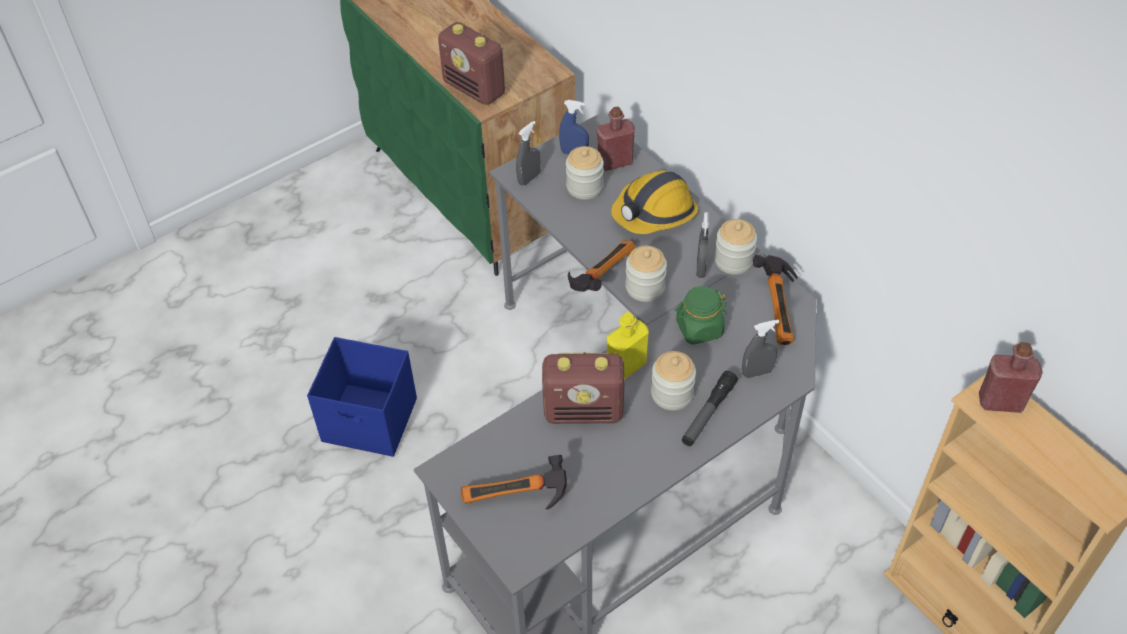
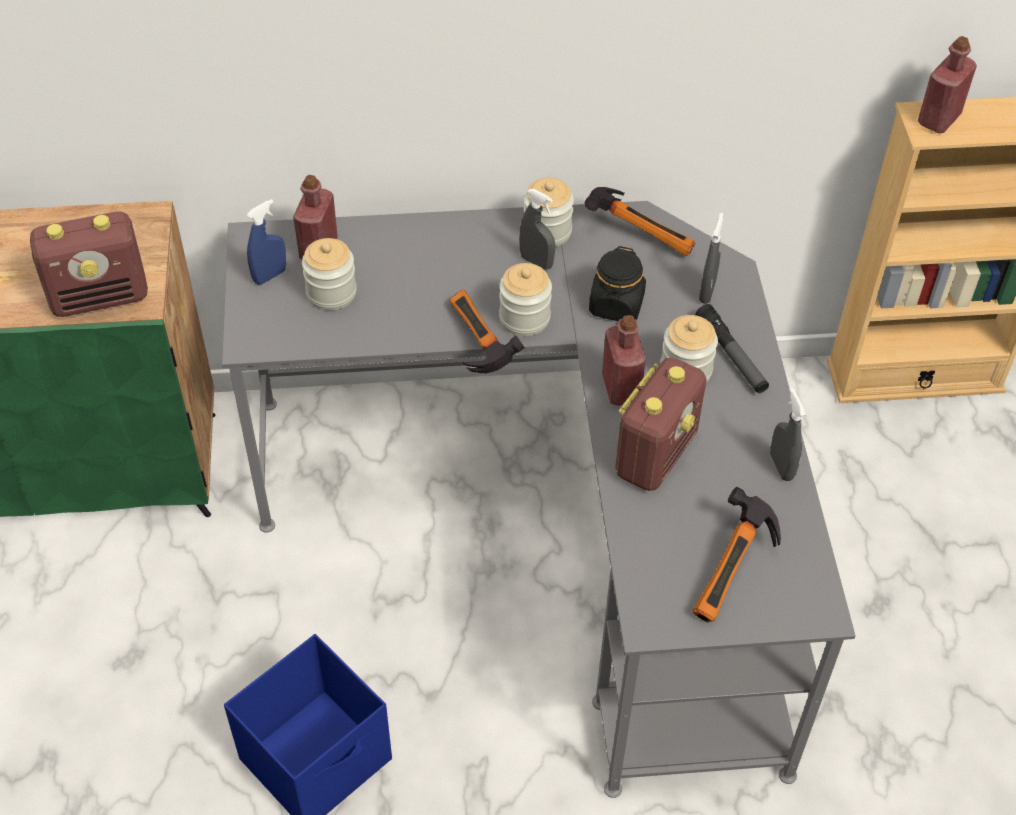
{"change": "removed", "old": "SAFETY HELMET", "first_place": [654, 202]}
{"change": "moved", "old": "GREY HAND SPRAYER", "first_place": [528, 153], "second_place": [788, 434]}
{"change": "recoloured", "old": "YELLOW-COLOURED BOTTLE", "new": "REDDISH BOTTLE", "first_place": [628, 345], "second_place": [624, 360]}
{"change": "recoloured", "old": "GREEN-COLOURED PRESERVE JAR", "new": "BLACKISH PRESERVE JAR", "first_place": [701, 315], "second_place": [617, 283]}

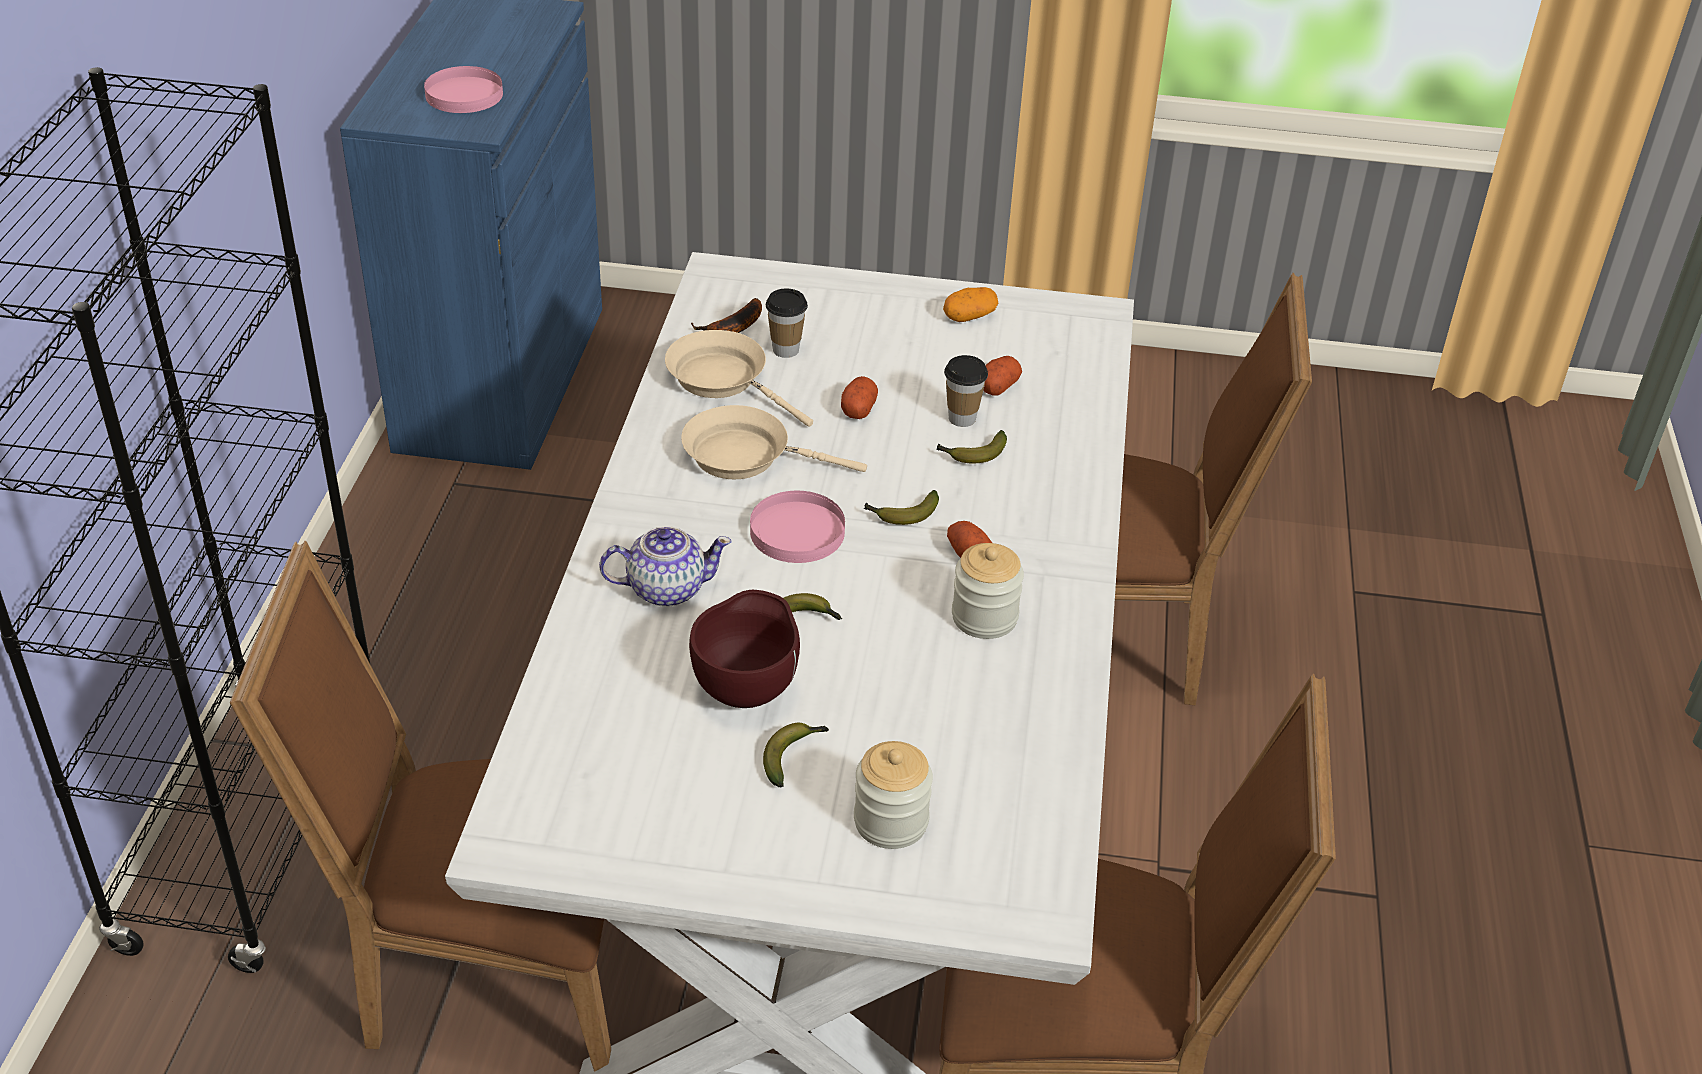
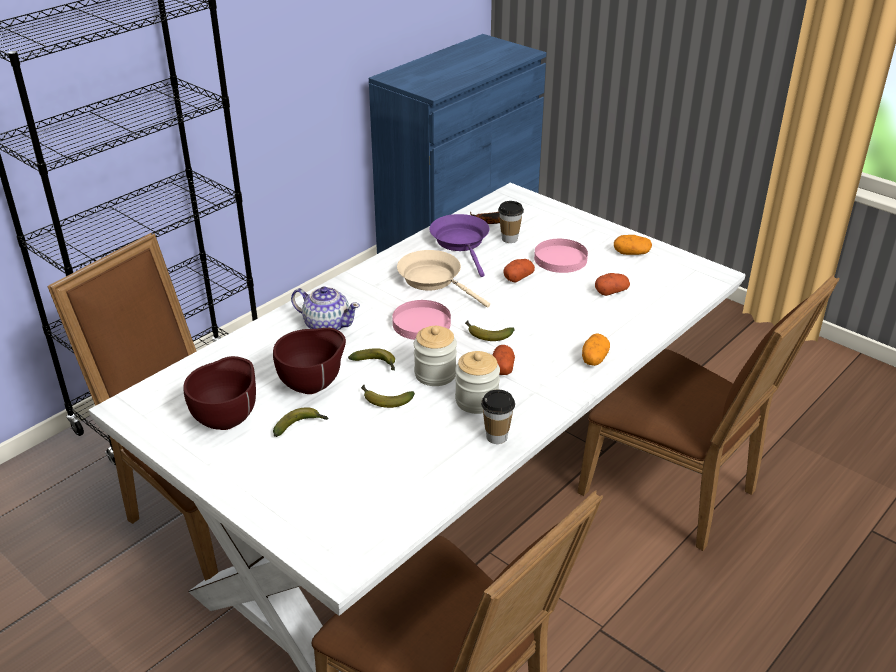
{"change": "added", "new": "BROWN-COLOURED BOWL", "second_place": [220, 393]}
{"change": "added", "new": "POTATO", "second_place": [596, 349]}
{"change": "moved", "old": "PINK-COLOURED PLATE", "first_place": [463, 89], "second_place": [561, 256]}
{"change": "moved", "old": "PRESERVE JAR", "first_place": [893, 795], "second_place": [435, 356]}
{"change": "moved", "old": "WHOLE BANANA", "first_place": [971, 446], "second_place": [388, 396]}
{"change": "moved", "old": "SMALL CUP", "first_place": [966, 391], "second_place": [498, 417]}
{"change": "recoloured", "old": "SAND-COLOURED FRYING PAN", "new": "PURPLE-COLOURED FRYING PAN", "first_place": [739, 378], "second_place": [459, 245]}

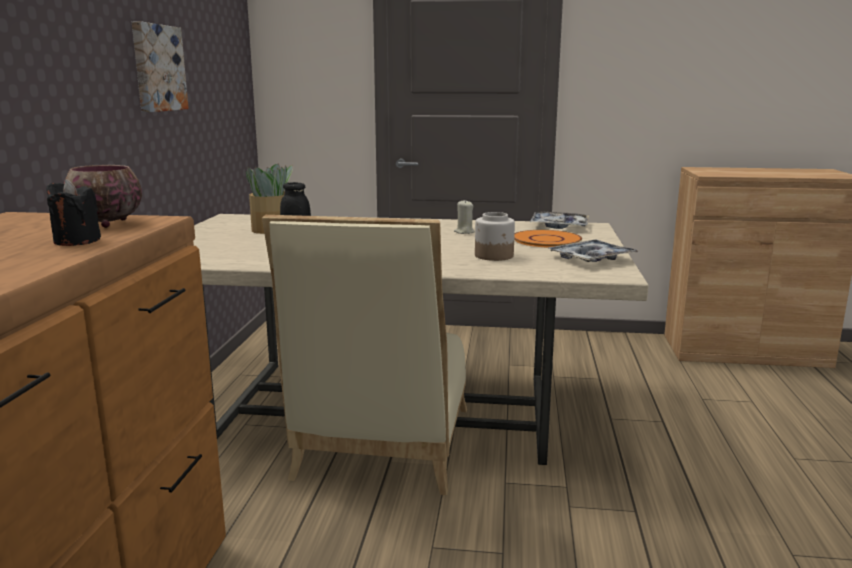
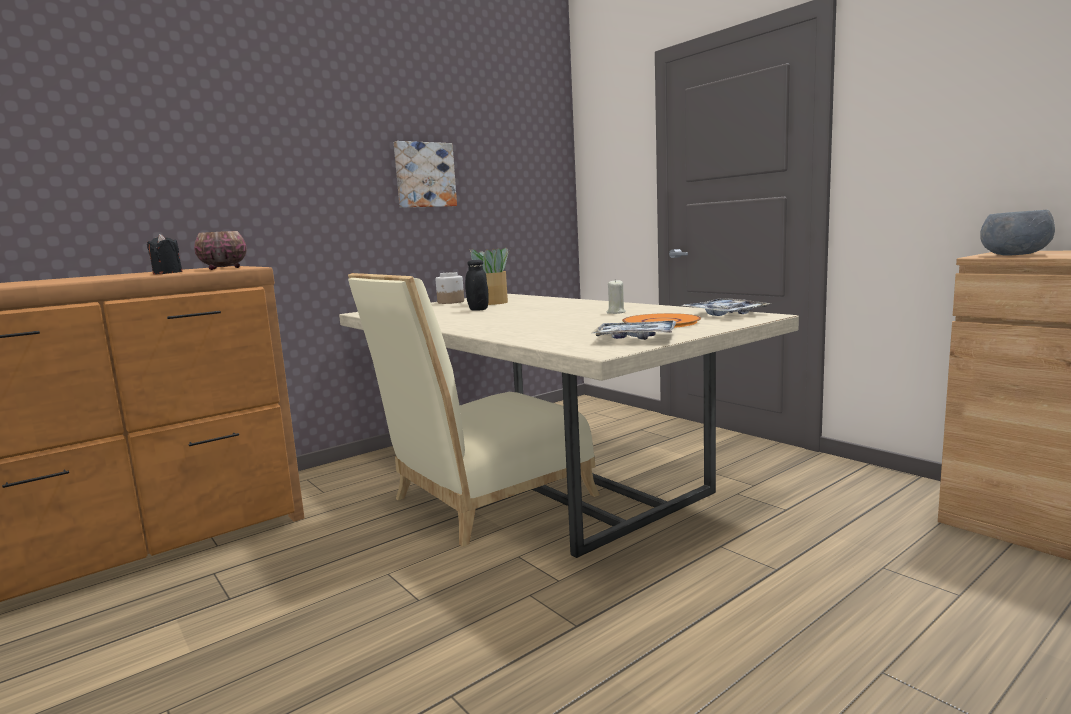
{"change": "added", "new": "GREY BOWL", "second_place": [1017, 233]}
{"change": "moved", "old": "PRESERVE JAR", "first_place": [495, 236], "second_place": [450, 288]}

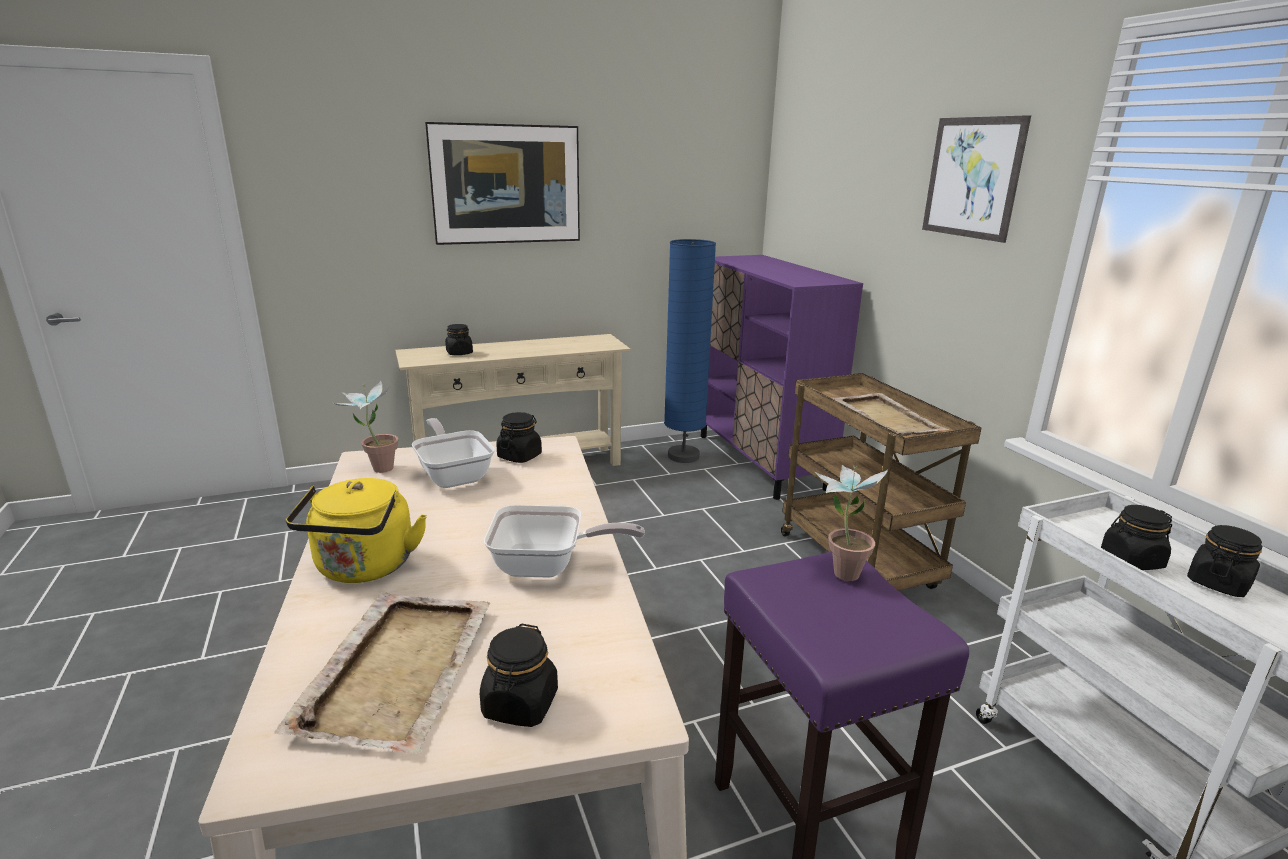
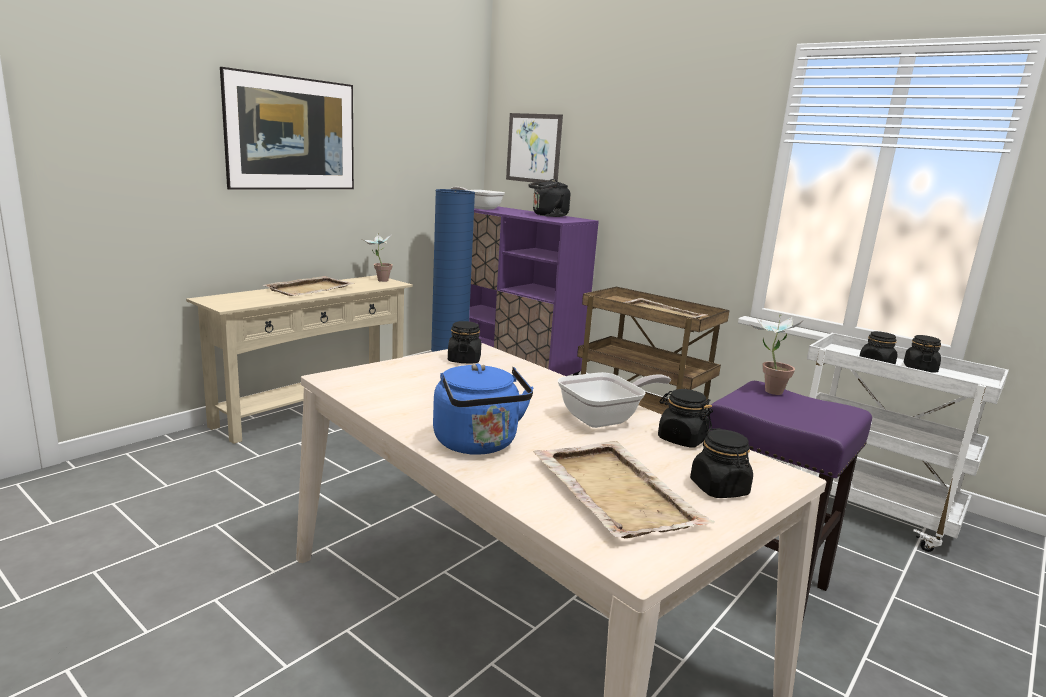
{"change": "added", "new": "SAND-COLOURED CARRYING TRAY", "second_place": [309, 286]}
{"change": "added", "new": "BLACKISH KETTLE", "second_place": [549, 198]}
{"change": "moved", "old": "HOUSEPLANT", "first_place": [365, 426], "second_place": [378, 257]}
{"change": "moved", "old": "FRYING PAN", "first_place": [453, 453], "second_place": [478, 198]}
{"change": "moved", "old": "BLACKISH PRESERVE JAR", "first_place": [459, 339], "second_place": [685, 418]}
{"change": "moved", "old": "WALL PICTURE", "first_place": [976, 179], "second_place": [534, 148]}
{"change": "recoloured", "old": "YELLOW-COLOURED KETTLE", "new": "BLUE-COLOURED KETTLE", "first_place": [356, 530], "second_place": [483, 409]}

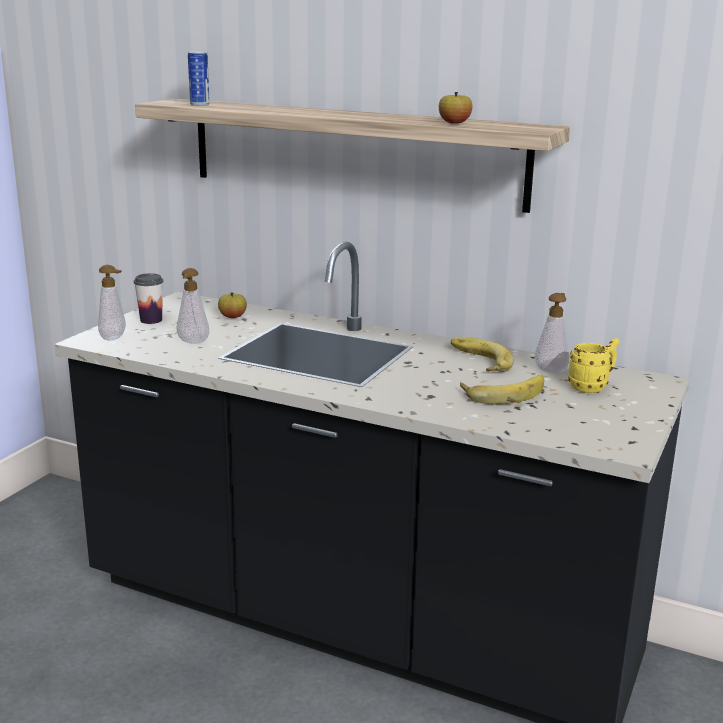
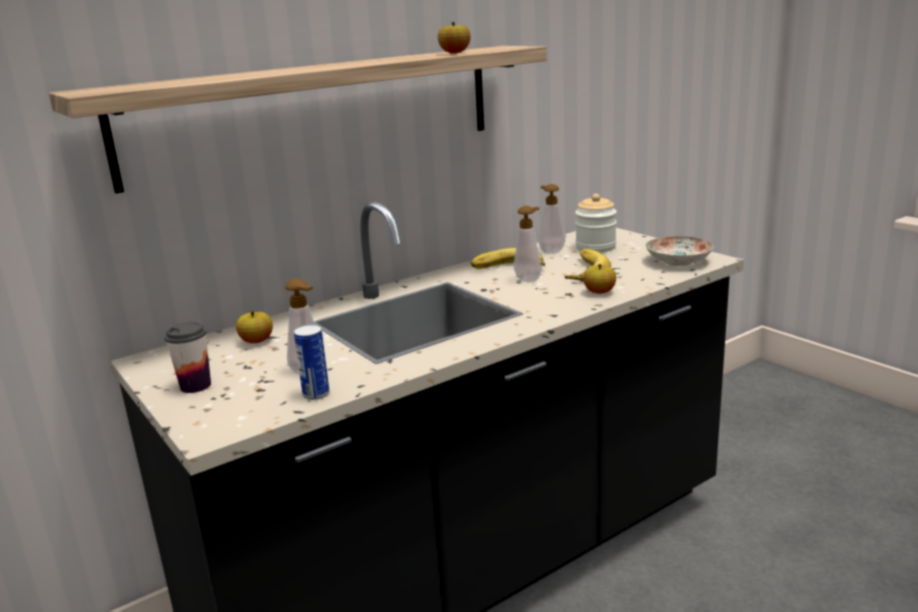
{"change": "added", "new": "APPLE FRUIT", "second_place": [599, 279]}
{"change": "added", "new": "PLATE", "second_place": [680, 251]}
{"change": "moved", "old": "SOAP BOTTLE", "first_place": [112, 303], "second_place": [527, 244]}
{"change": "moved", "old": "CAN", "first_place": [199, 79], "second_place": [312, 362]}
{"change": "replaced", "old": "YELLOW-COLOURED COFFEE MUG", "new": "PRESERVE JAR", "first_place": [593, 365], "second_place": [596, 223]}

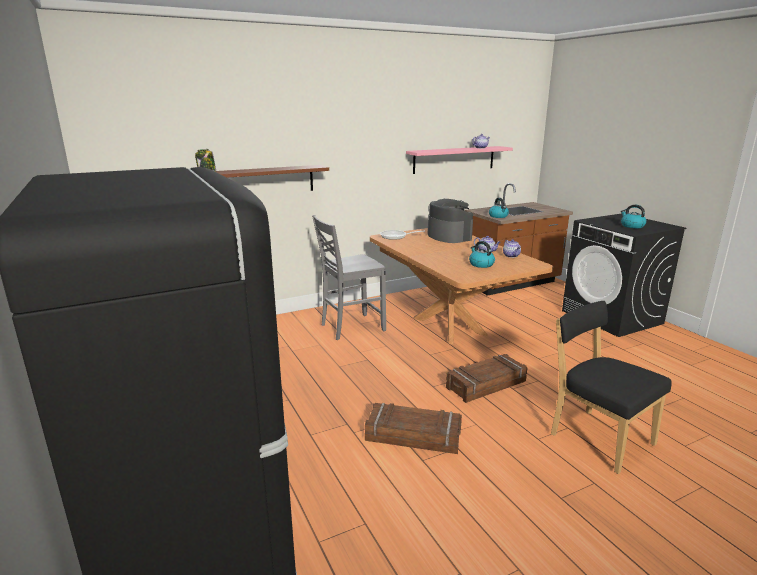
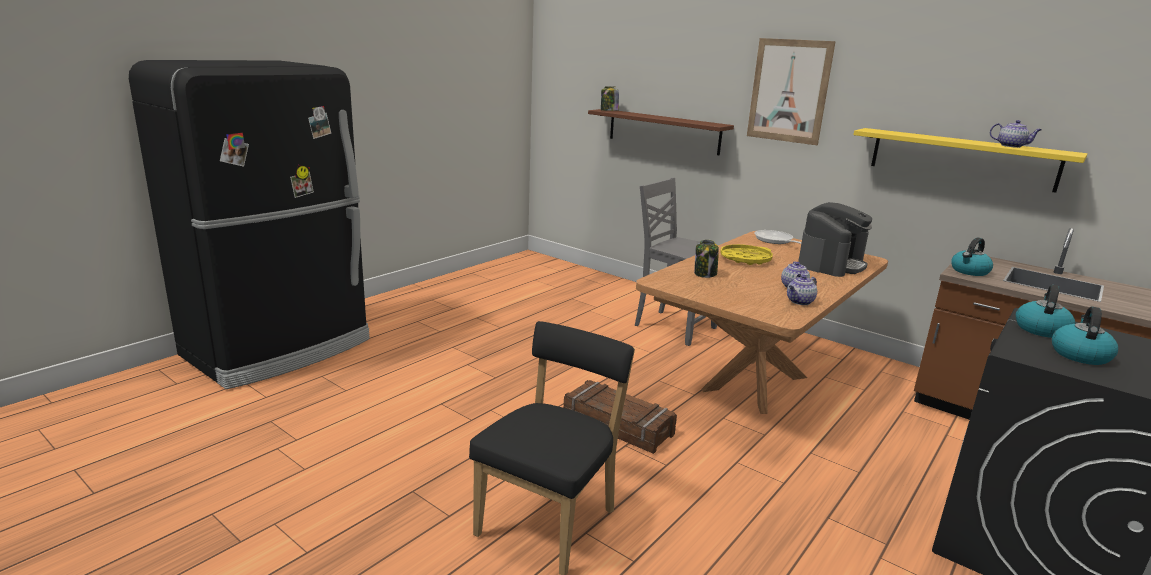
{"change": "removed", "old": "PACKING CRATE", "first_place": [413, 428]}
{"change": "added", "new": "PRESERVE JAR", "second_place": [706, 258]}
{"change": "added", "new": "YELLOW-COLOURED CARRYING TRAY", "second_place": [746, 254]}
{"change": "added", "new": "WALL PICTURE", "second_place": [791, 91]}
{"change": "moved", "old": "KETTLE", "first_place": [482, 254], "second_place": [1045, 311]}
{"change": "recoloured", "old": "PINK-COLOURED BRACKET SHELF", "new": "YELLOW-COLOURED BRACKET SHELF", "first_place": [459, 160], "second_place": [971, 160]}

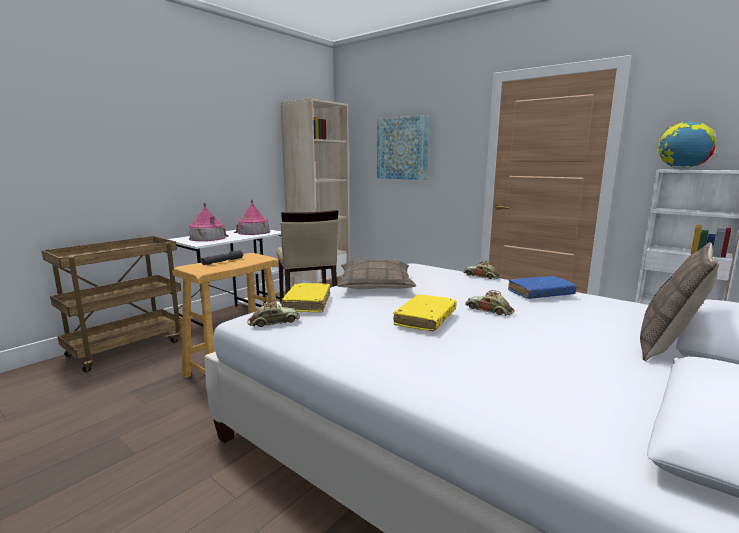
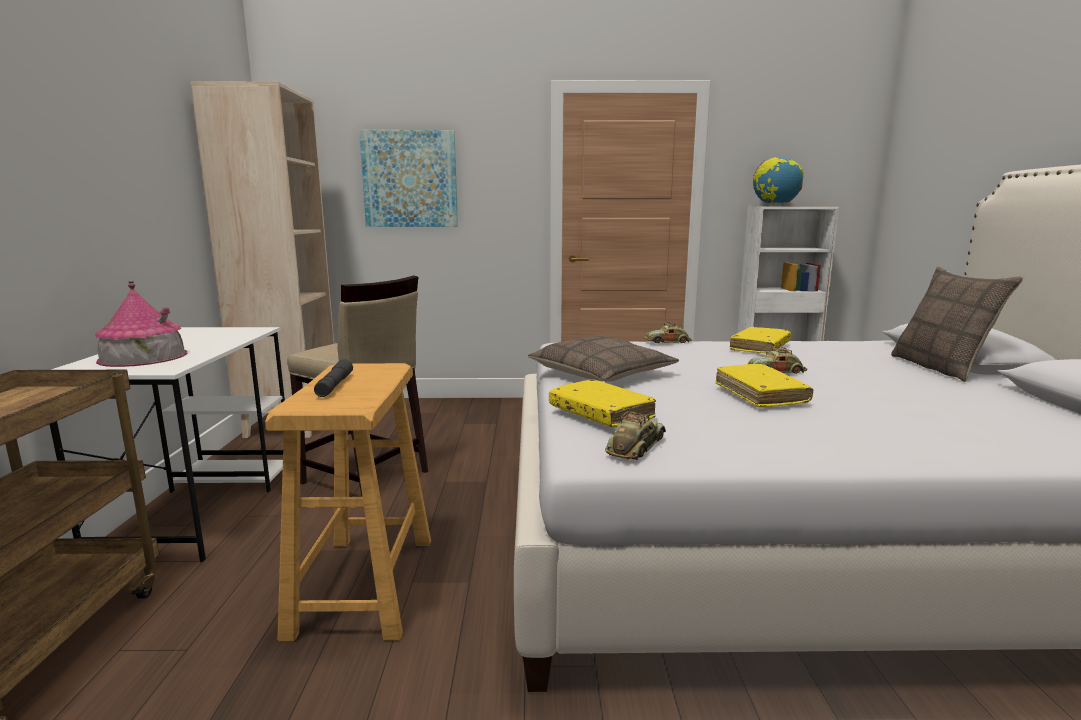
{"change": "removed", "old": "MINIATURE HOUSE", "first_place": [252, 217]}
{"change": "recoloured", "old": "BLUE-COLOURED BOOK", "new": "YELLOW-COLOURED BOOK", "first_place": [542, 287], "second_place": [760, 340]}

